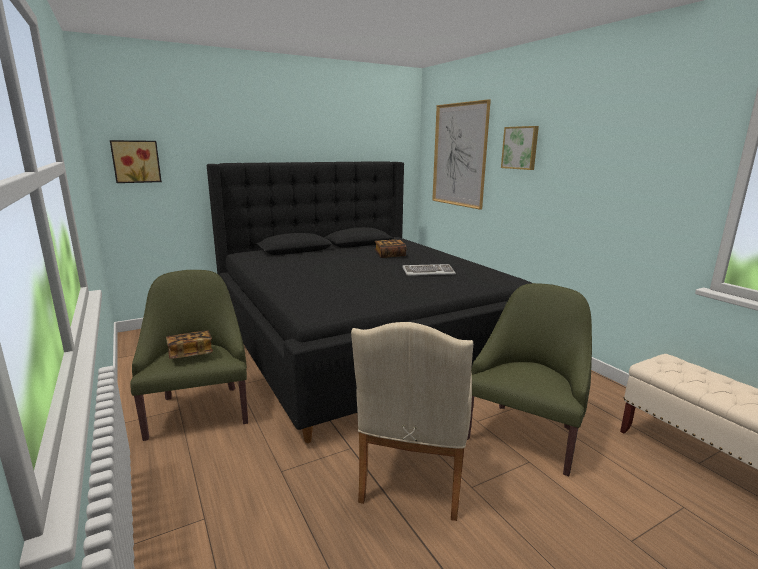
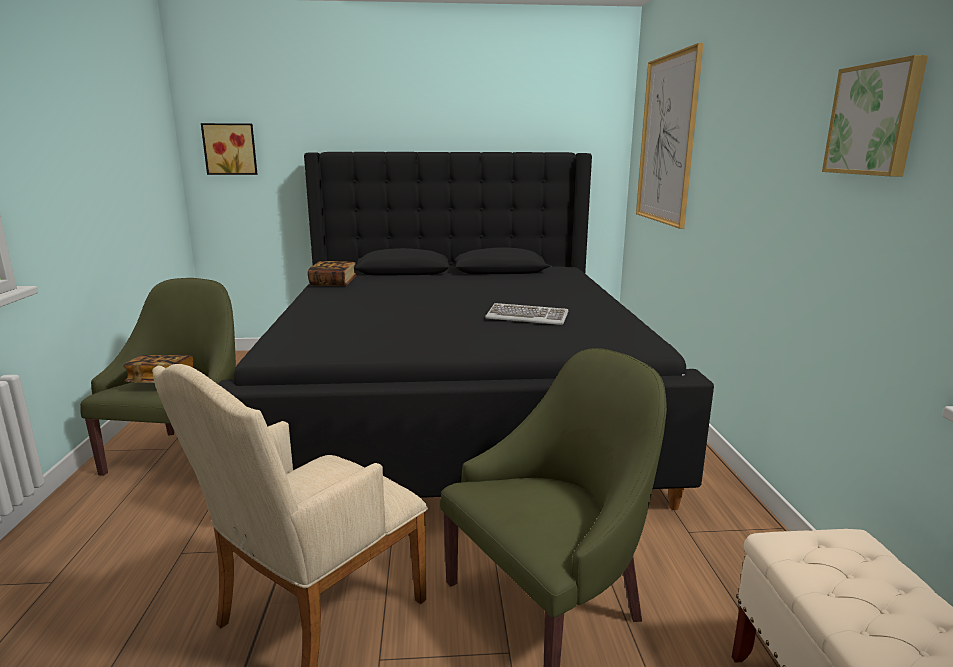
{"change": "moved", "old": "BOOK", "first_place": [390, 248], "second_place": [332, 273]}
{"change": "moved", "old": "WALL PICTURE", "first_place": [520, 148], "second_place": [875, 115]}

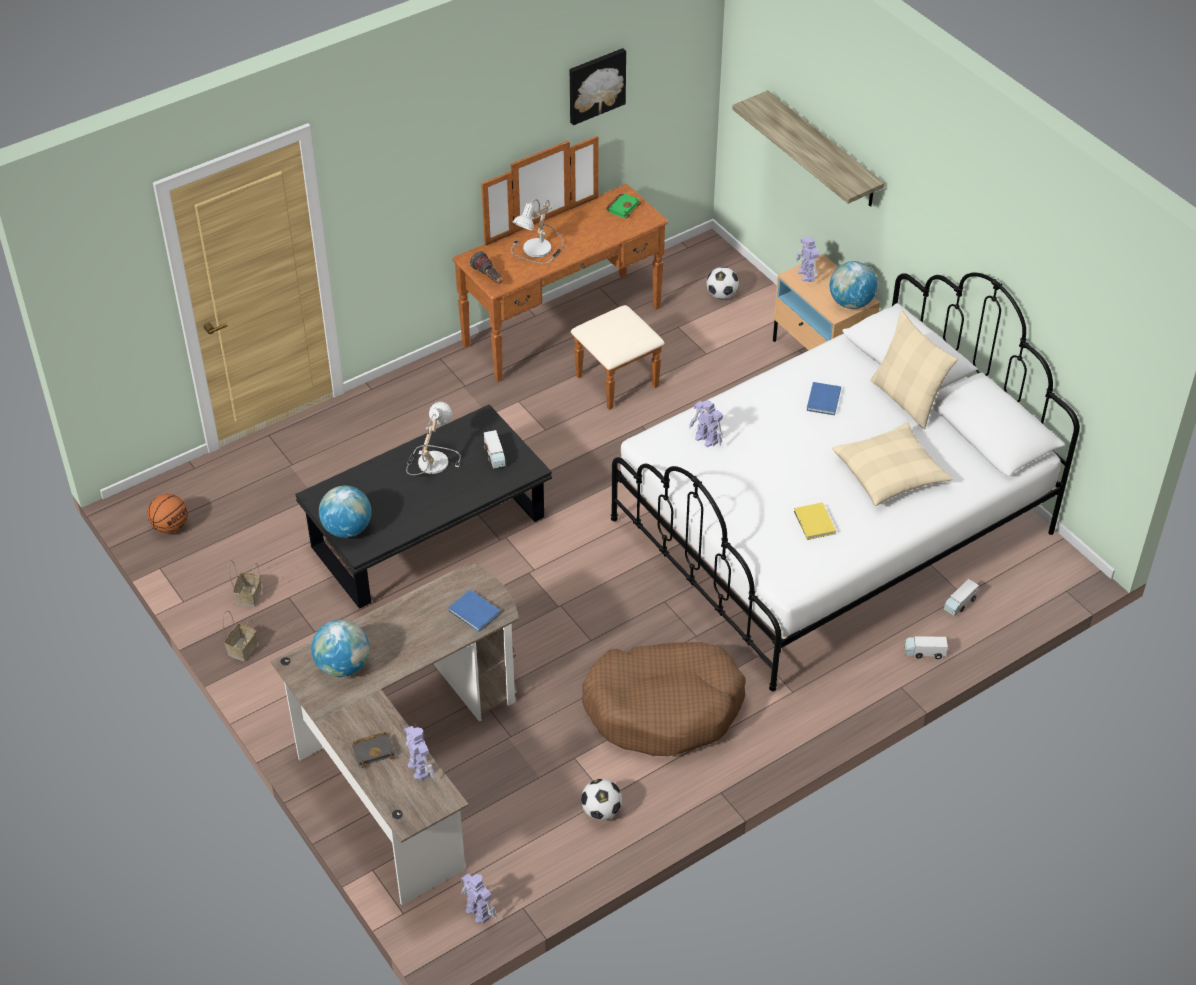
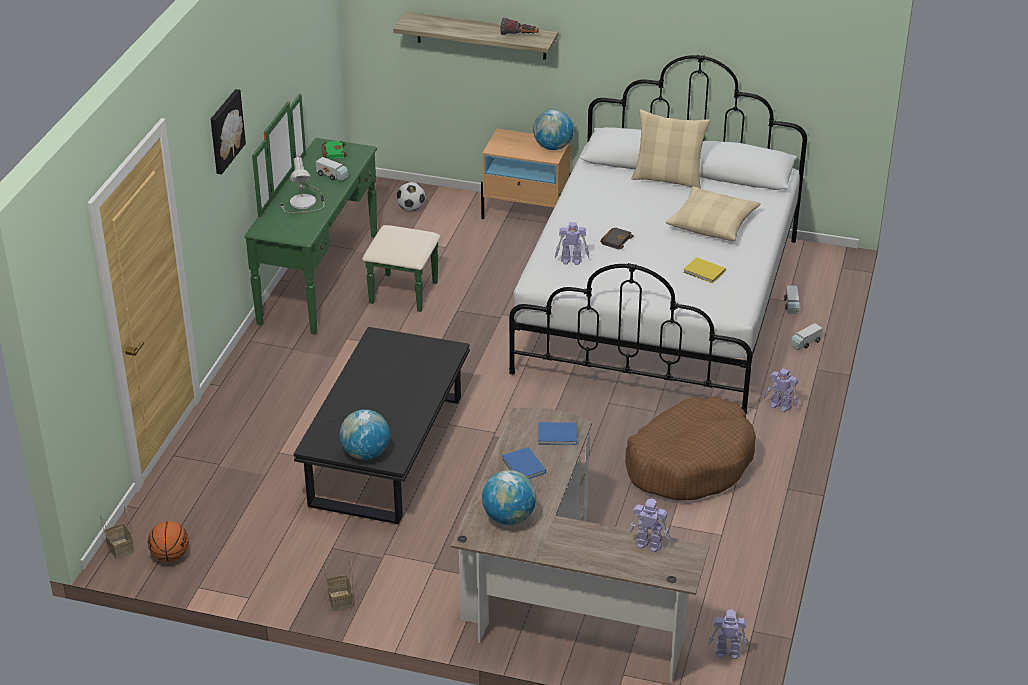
{"change": "removed", "old": "LAMP FOR A TABLE", "first_place": [433, 438]}
{"change": "removed", "old": "FOOTBALL BALL", "first_place": [601, 799]}
{"change": "moved", "old": "HOUSEHOLD BASKET", "first_place": [245, 583], "second_place": [117, 533]}
{"change": "moved", "old": "BLACKISH BOOK", "first_place": [373, 750], "second_place": [617, 239]}
{"change": "moved", "old": "TORCH", "first_place": [486, 267], "second_place": [519, 26]}
{"change": "moved", "old": "TOY TRUCK", "first_place": [494, 449], "second_place": [332, 169]}
{"change": "moved", "old": "WALL PICTURE", "first_place": [598, 86], "second_place": [228, 131]}
{"change": "moved", "old": "TOY ROBOT", "first_place": [807, 259], "second_place": [781, 390]}
{"change": "moved", "old": "BLUE-COLOURED BOOK", "first_place": [824, 398], "second_place": [524, 463]}
{"change": "recoloured", "old": "BROWN-COLOURED CHEST OF DRAWERS", "new": "GREEN-COLOURED CHEST OF DRAWERS", "first_place": [560, 273], "second_place": [342, 214]}

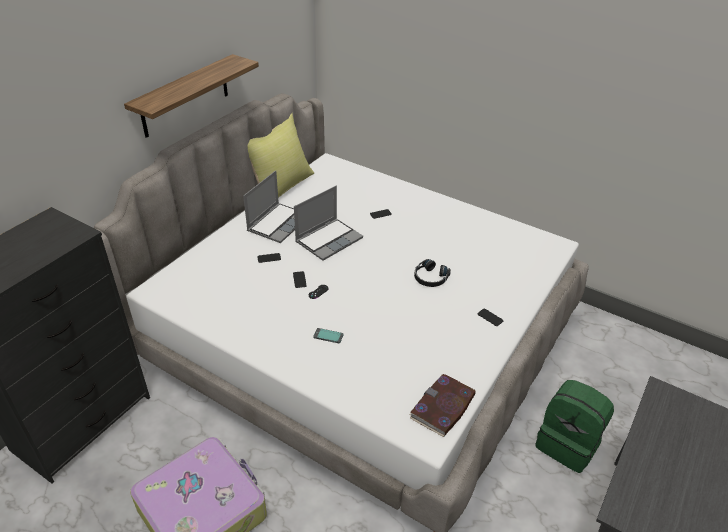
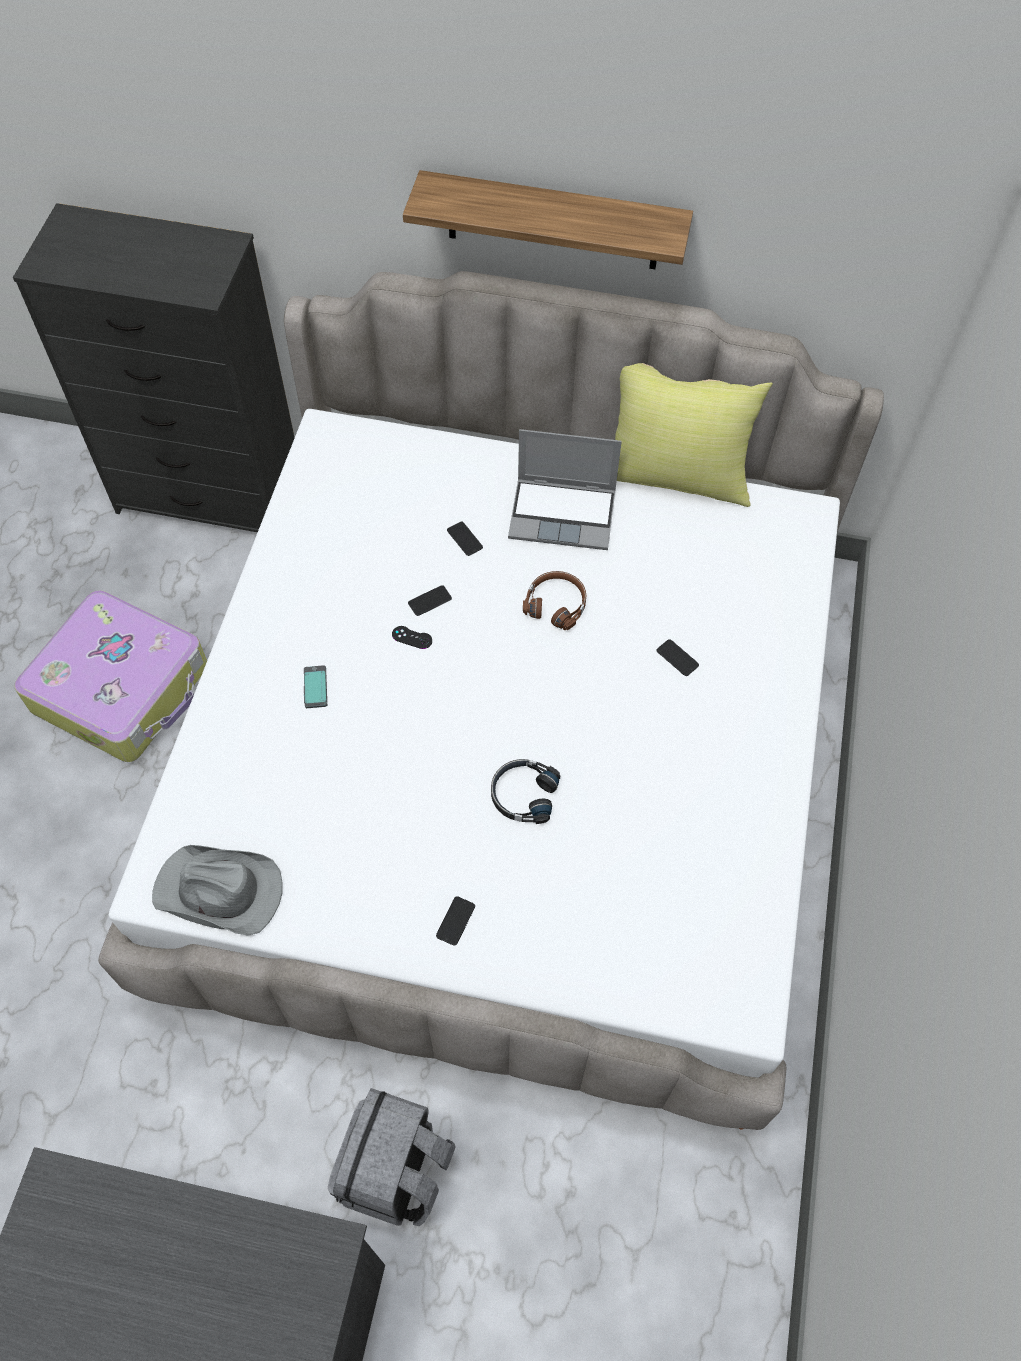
{"change": "replaced", "old": "PORTABLE COMPUTER", "new": "BROWN-COLOURED HEADSET", "first_place": [328, 223], "second_place": [554, 600]}
{"change": "replaced", "old": "BOOK", "new": "GREY CLOTHING HAT", "first_place": [443, 405], "second_place": [217, 890]}
{"change": "recoloured", "old": "GREEN-COLOURED KNAPSACK", "new": "GREY KNAPSACK", "first_place": [574, 426], "second_place": [391, 1157]}

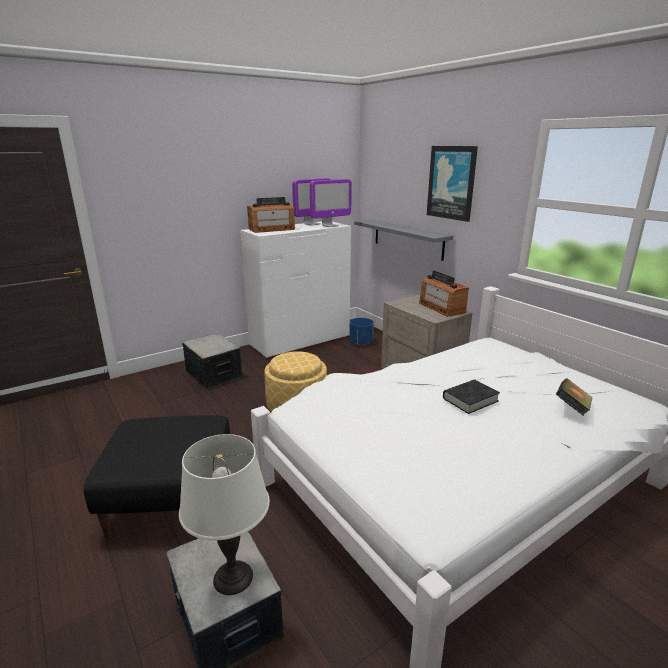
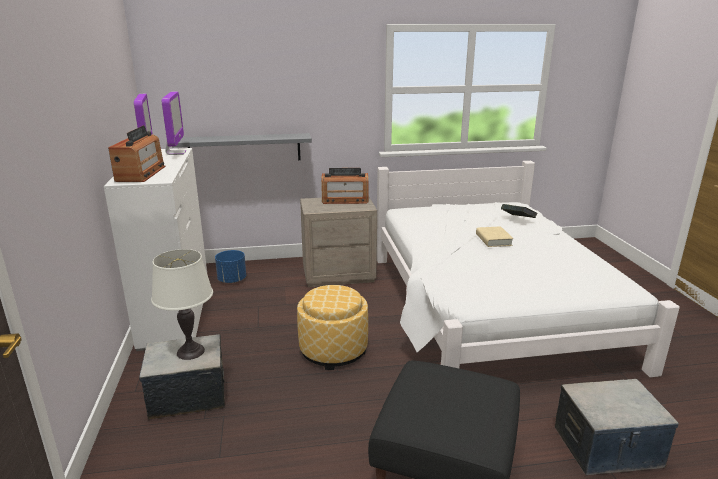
{"change": "removed", "old": "WALL PICTURE", "first_place": [452, 184]}
{"change": "moved", "old": "WHITISH LAMP FOR A TABLE", "first_place": [224, 514], "second_place": [182, 304]}
{"change": "recoloured", "old": "BLACKISH BOOK", "new": "SAND-COLOURED BOOK", "first_place": [471, 397], "second_place": [494, 236]}

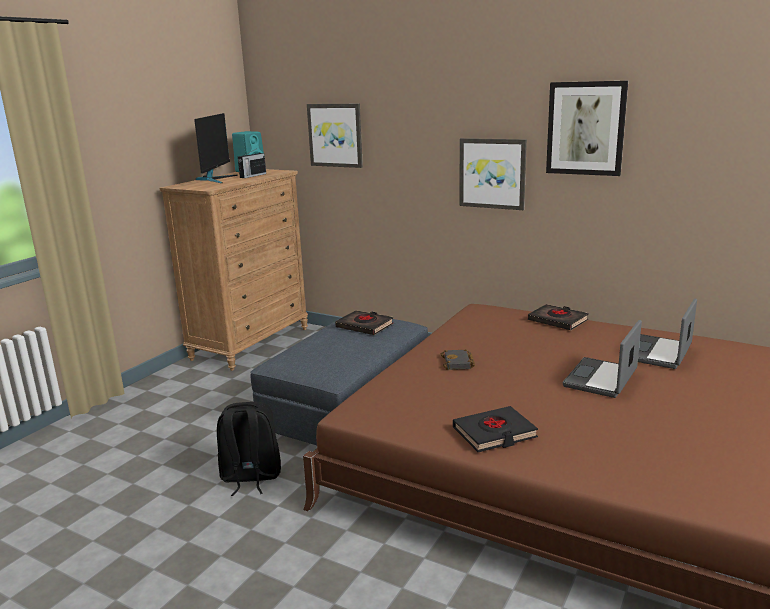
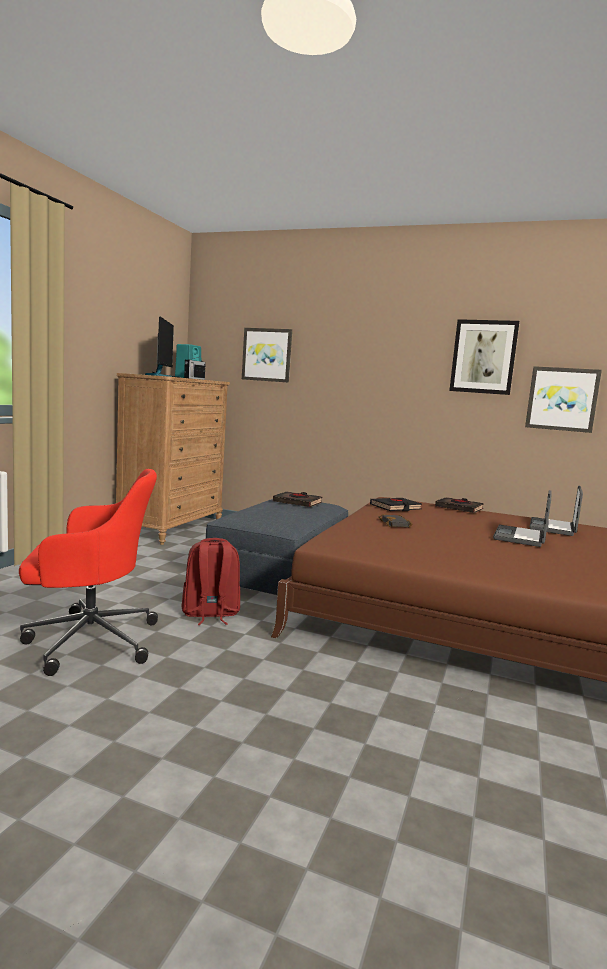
{"change": "added", "new": "REDDISH COMPUTER CHAIR", "second_place": [88, 572]}
{"change": "moved", "old": "BLACKISH BOOK", "first_place": [495, 429], "second_place": [396, 504]}
{"change": "moved", "old": "WALL PICTURE", "first_place": [493, 174], "second_place": [563, 399]}
{"change": "recoloured", "old": "BLACKISH KNAPSACK", "new": "REDDISH KNAPSACK", "first_place": [249, 449], "second_place": [210, 581]}

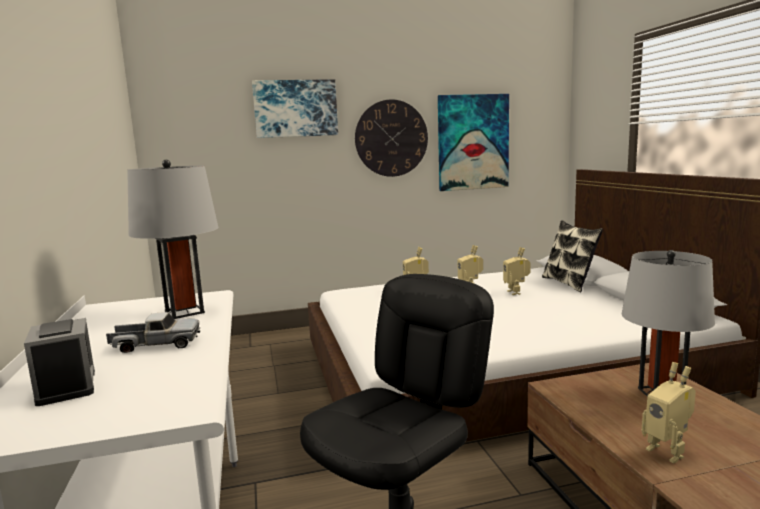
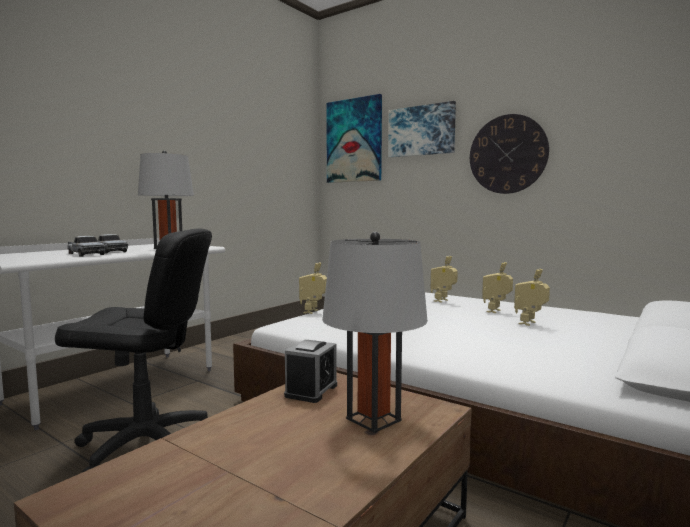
{"change": "removed", "old": "CUSHION", "first_place": [572, 256]}
{"change": "added", "new": "TOY TRUCK", "second_place": [86, 246]}
{"change": "moved", "old": "TABLE CLOCK", "first_place": [59, 362], "second_place": [310, 371]}
{"change": "moved", "old": "WALL PICTURE", "first_place": [473, 142], "second_place": [354, 138]}
{"change": "moved", "old": "TOY ROBOT", "first_place": [669, 413], "second_place": [313, 288]}

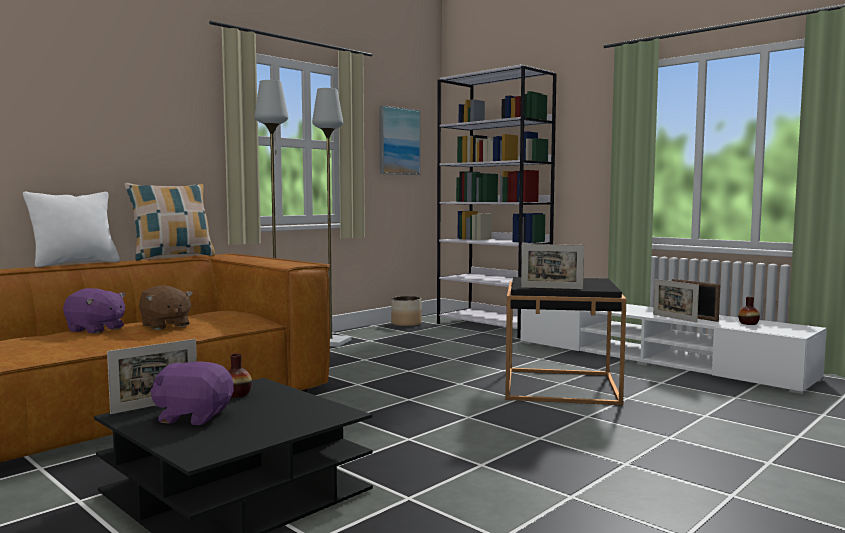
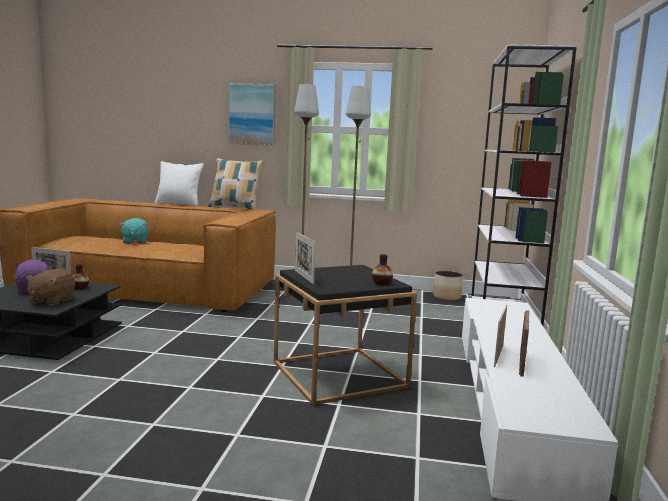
{"change": "moved", "old": "BROWN-COLOURED CUDDLY TOY", "first_place": [166, 307], "second_place": [50, 287]}
{"change": "moved", "old": "WALL PICTURE", "first_place": [400, 140], "second_place": [252, 114]}
{"change": "moved", "old": "DECORATIVE VASE", "first_place": [749, 311], "second_place": [382, 269]}
{"change": "recoloured", "old": "PURPLE-COLOURED CUDDLY TOY", "new": "TURQUOISE-COLOURED CUDDLY TOY", "first_place": [94, 311], "second_place": [133, 230]}

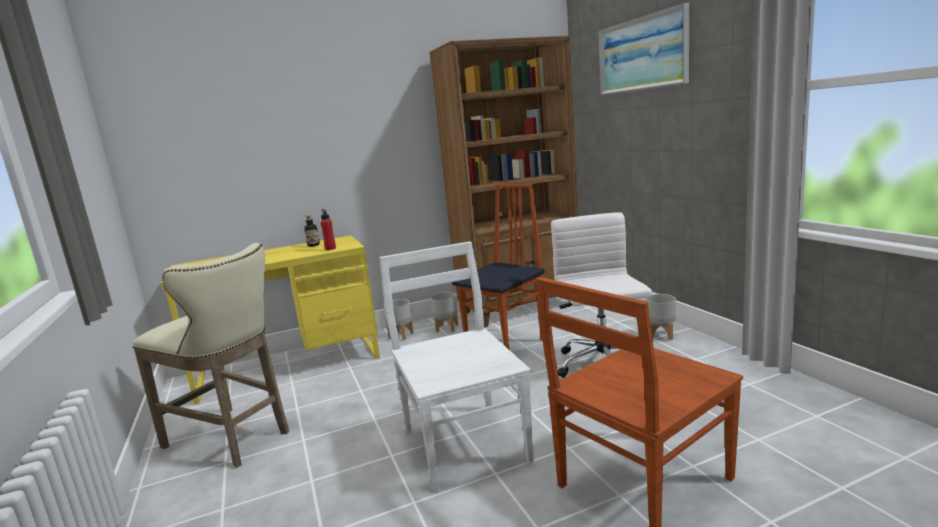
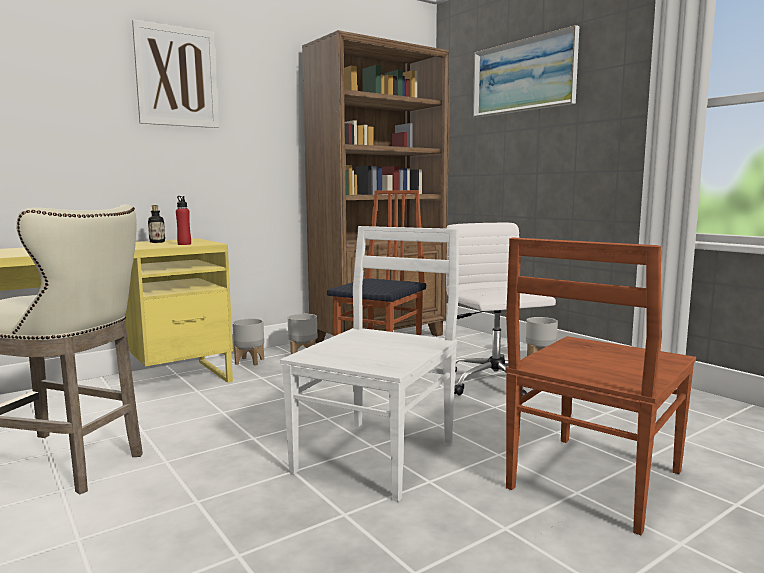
{"change": "added", "new": "WALL PICTURE", "second_place": [175, 73]}
{"change": "turned", "old": "WHITISH PLAIN CHAIR", "first_place": [457, 367], "second_place": [369, 364], "degrees": 60}

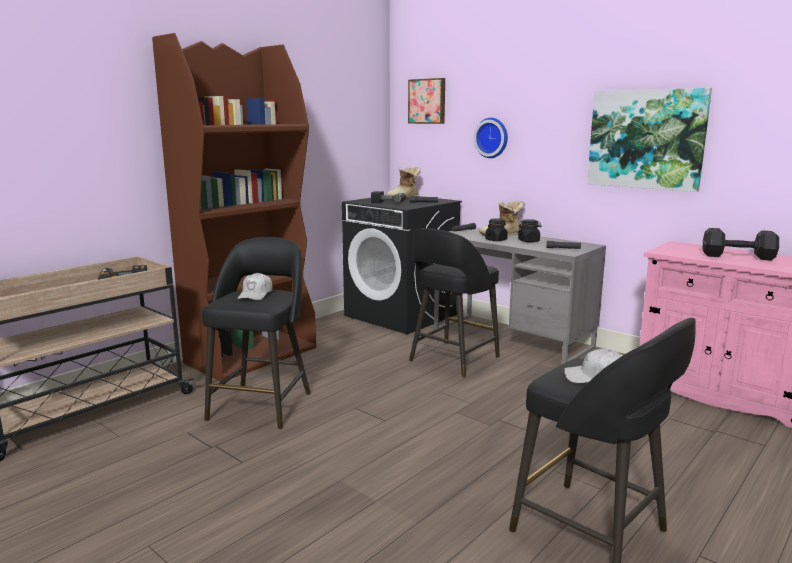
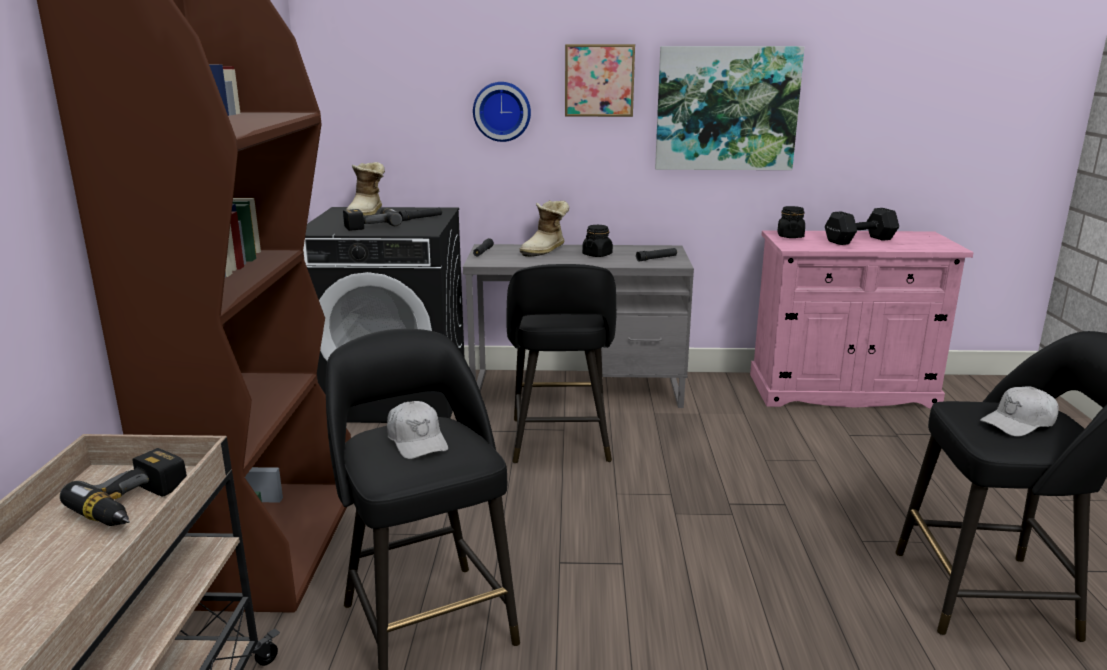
{"change": "moved", "old": "WALL PICTURE", "first_place": [426, 101], "second_place": [600, 80]}
{"change": "moved", "old": "BLACKISH PRESERVE JAR", "first_place": [496, 229], "second_place": [791, 222]}

